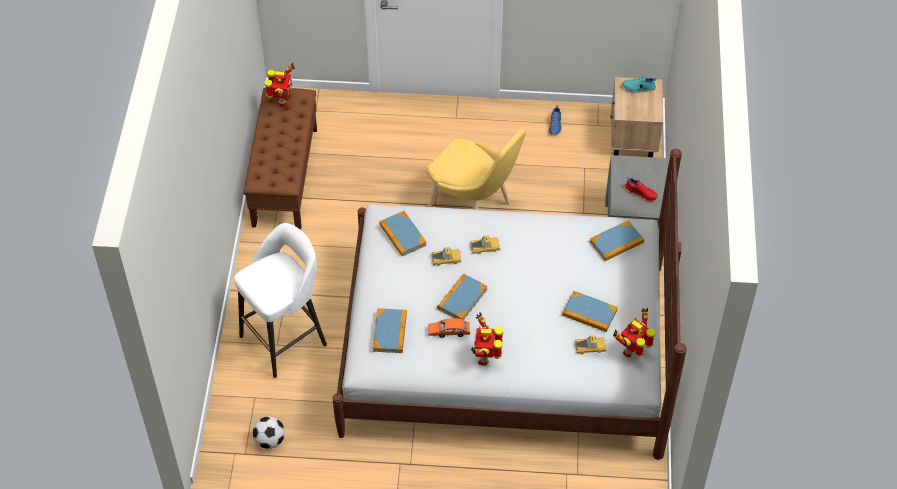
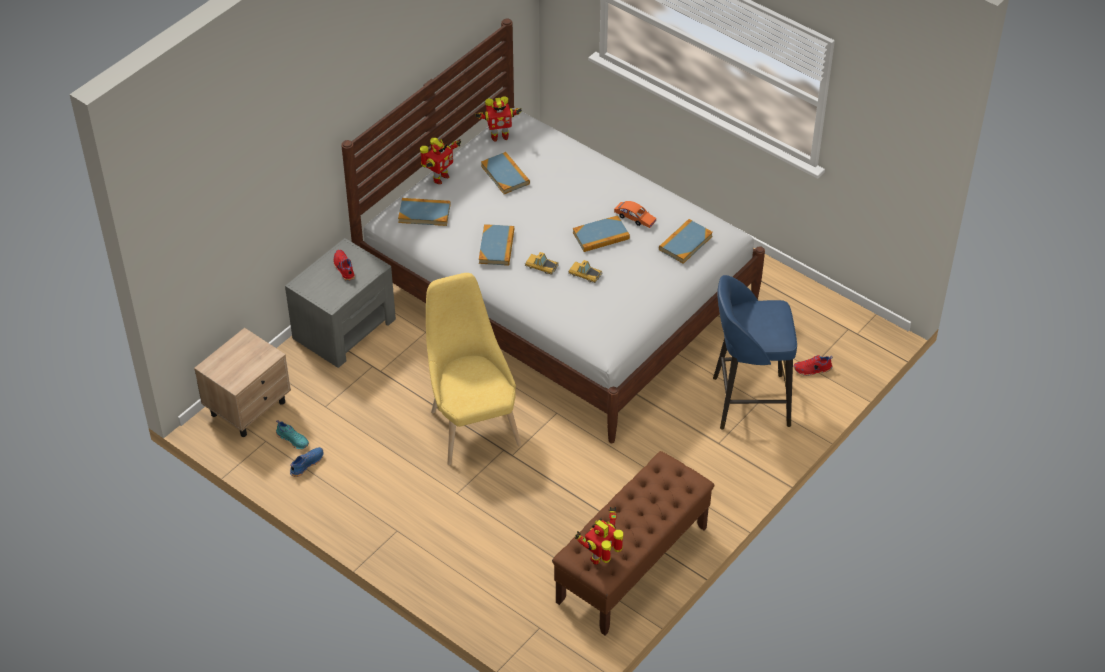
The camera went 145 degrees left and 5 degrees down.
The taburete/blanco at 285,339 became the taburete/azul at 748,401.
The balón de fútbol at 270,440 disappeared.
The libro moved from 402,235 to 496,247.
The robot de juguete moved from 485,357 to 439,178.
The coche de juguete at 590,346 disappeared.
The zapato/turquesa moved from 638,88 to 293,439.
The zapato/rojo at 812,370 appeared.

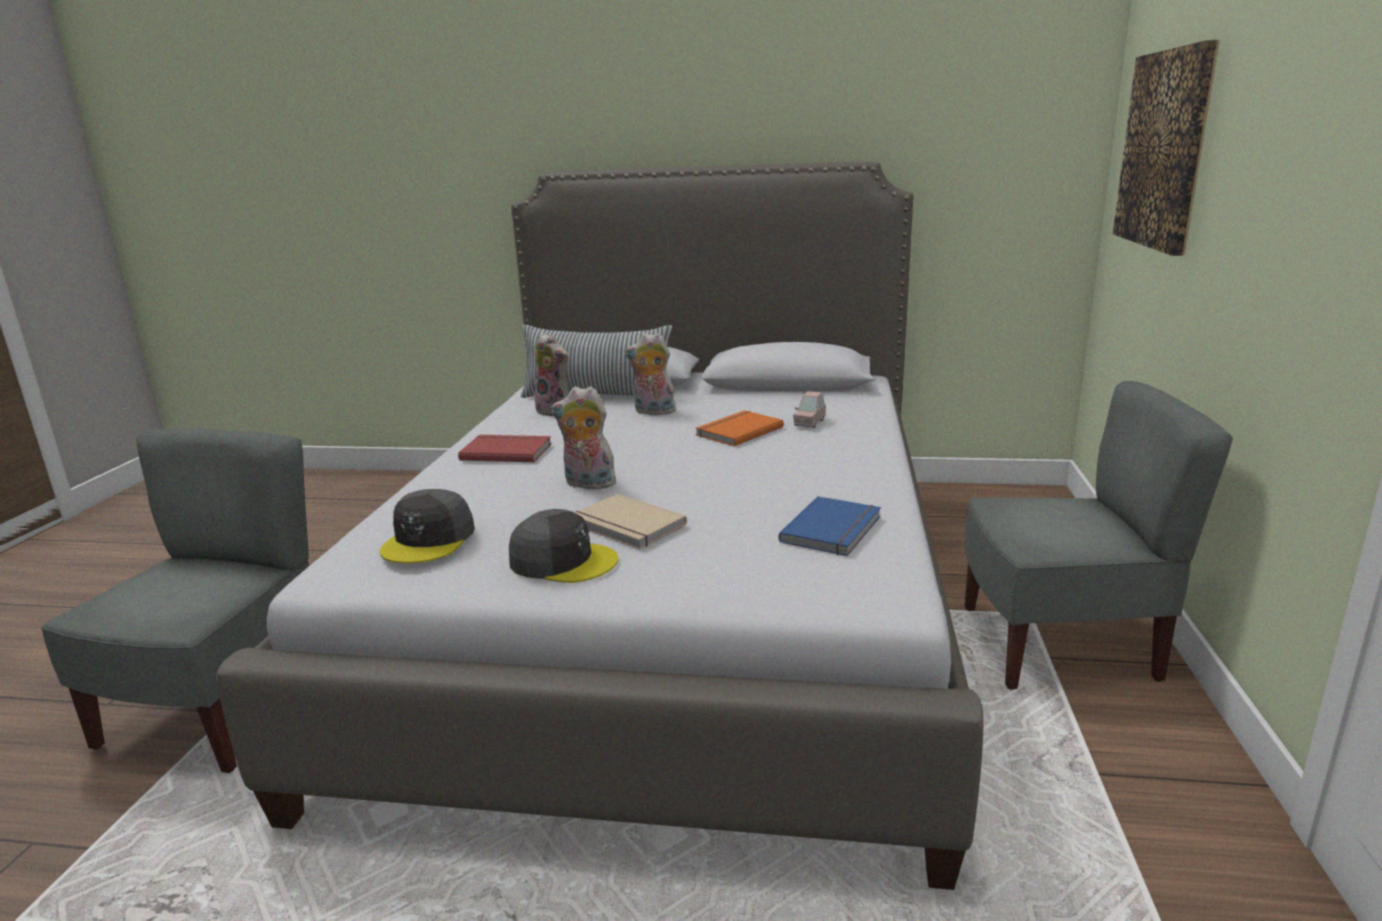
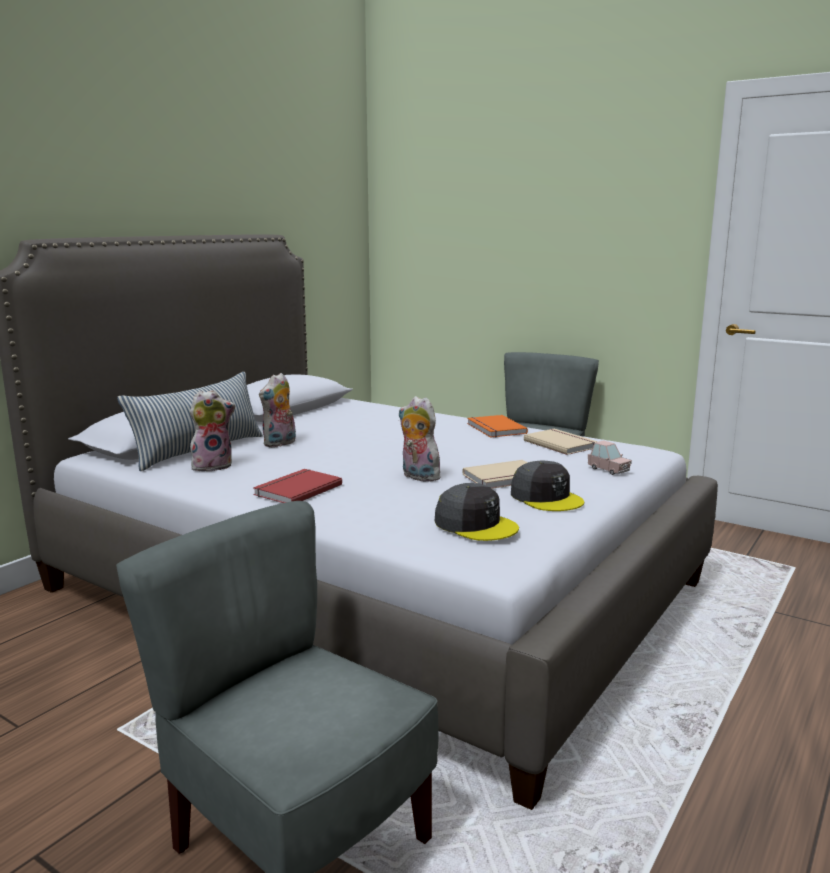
The camera went 65 degrees left and 5 degrees down.
The gorra/gris at 563,561 turned 105 degrees clockwise.
The peluche at 587,484 turned 90 degrees clockwise.
The libro/naranja moved from 737,431 to 494,429.
The libro/azul at 834,529 became the libro/beis at 561,444.
The coche de juguete/rosa moved from 809,423 to 608,470.
The cuadro at 1164,150 disappeared.

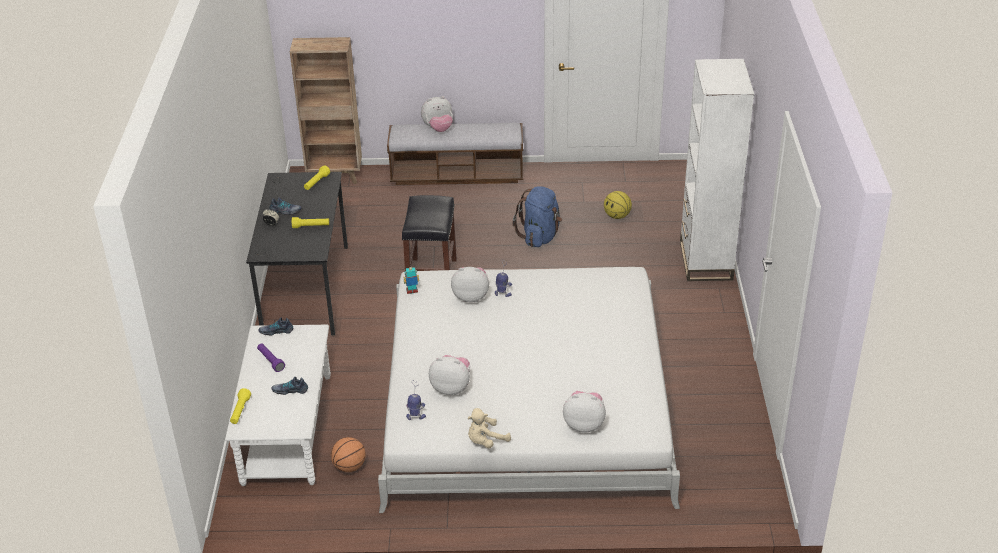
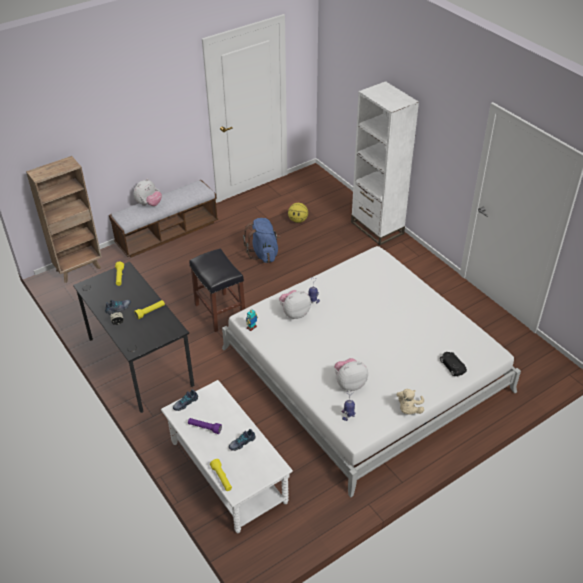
The camera went 35 degrees left and 5 degrees up.
The balón de baloncesto at 349,466 disappeared.
The peluche at 584,424 was replaced by the coche de juguete/negro at 452,366.

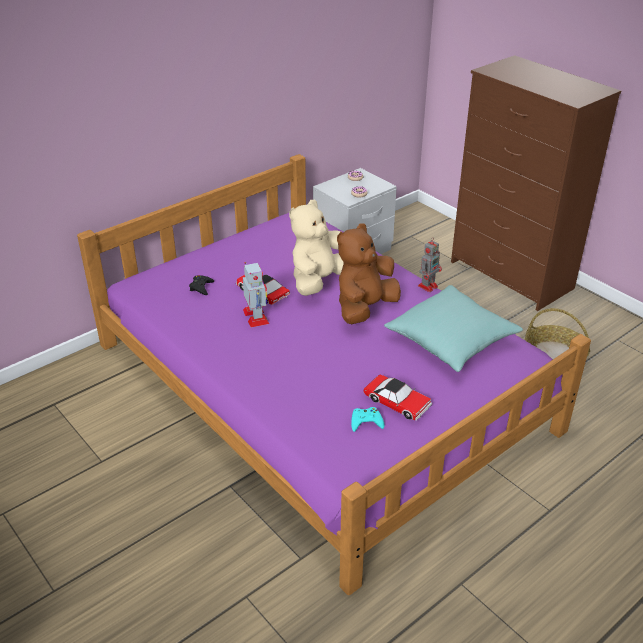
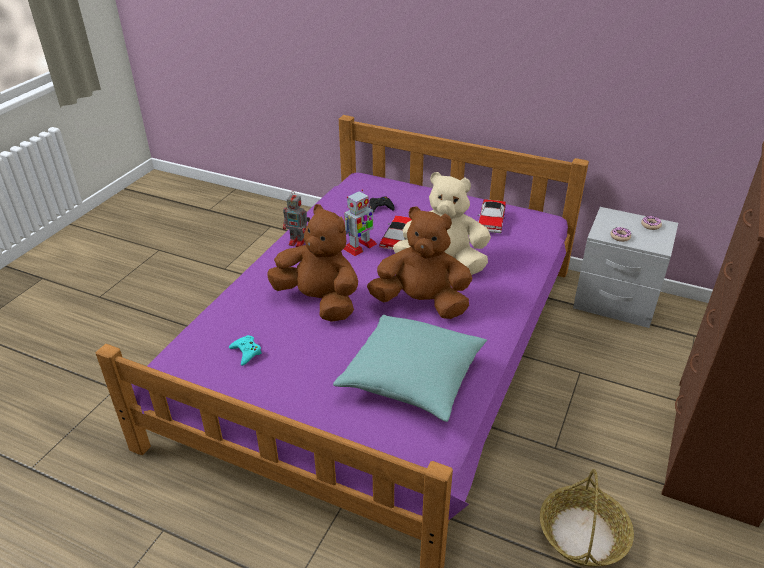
The camera went 65 degrees right and 0 degrees up.
The coche de juguete moved from 397,402 to 491,221.
The robot de juguete moved from 428,286 to 298,242.
The peluche/marrón at 319,301 appeared.

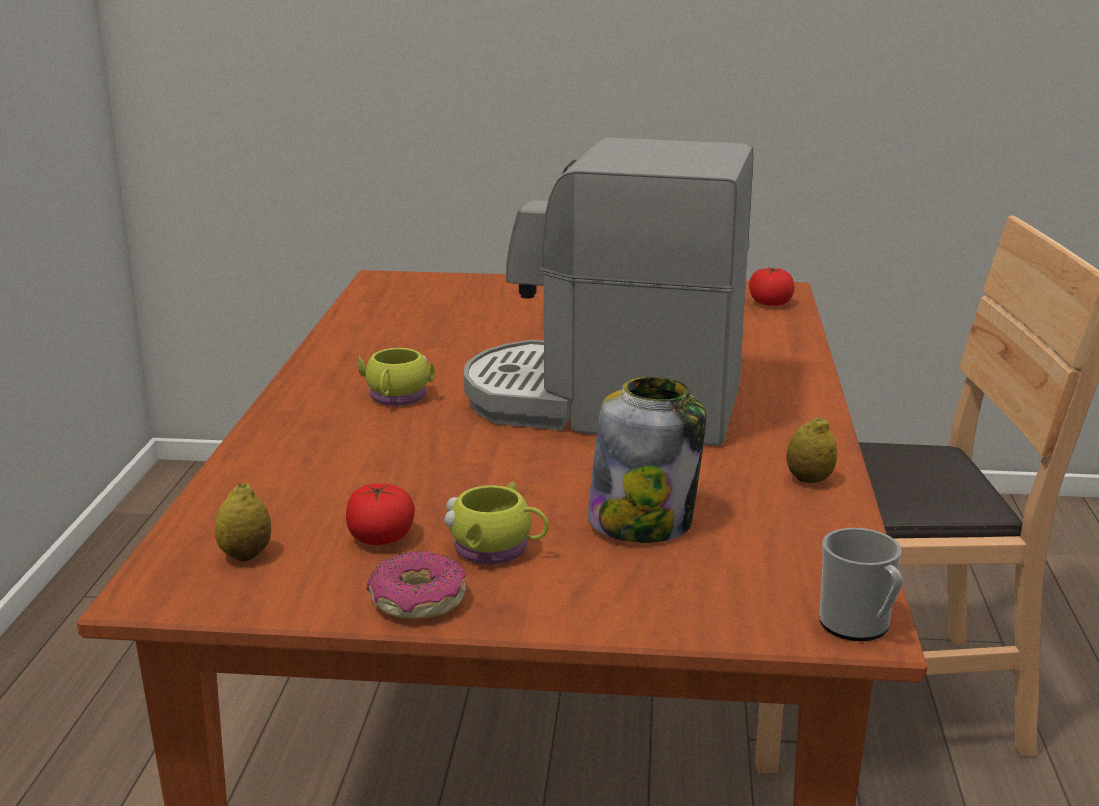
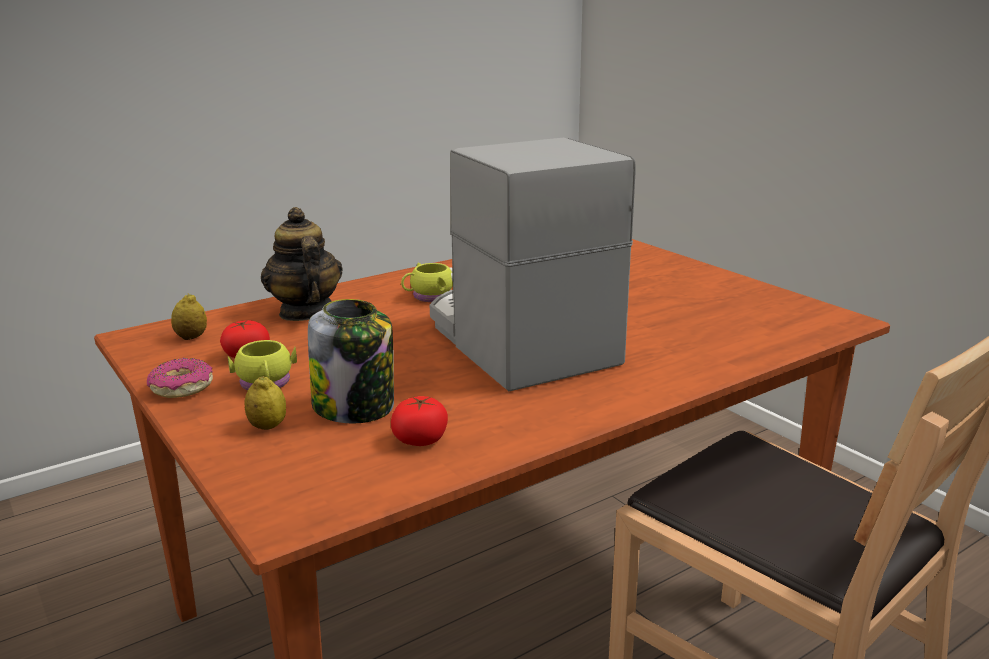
The camera went 50 degrees right and 0 degrees up.
The tomate moved from 770,303 to 420,439.
The limón moved from 809,480 to 268,426.
The taza grande at 859,627 disappeared.
The tetera at 305,312 appeared.

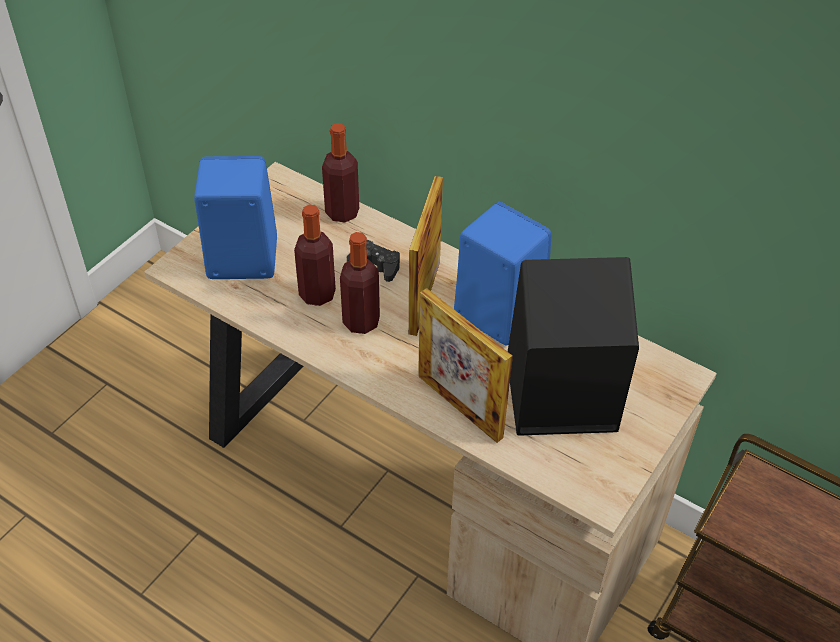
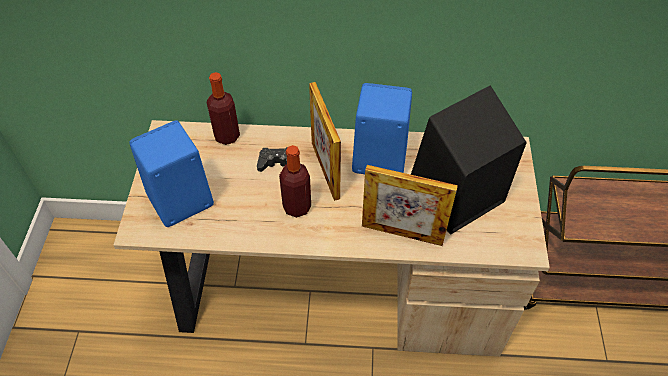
The camera went 30 degrees left and 5 degrees up.
The botella at 317,294 disappeared.

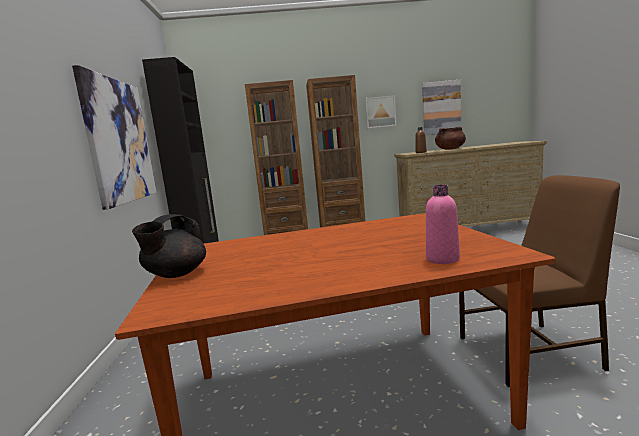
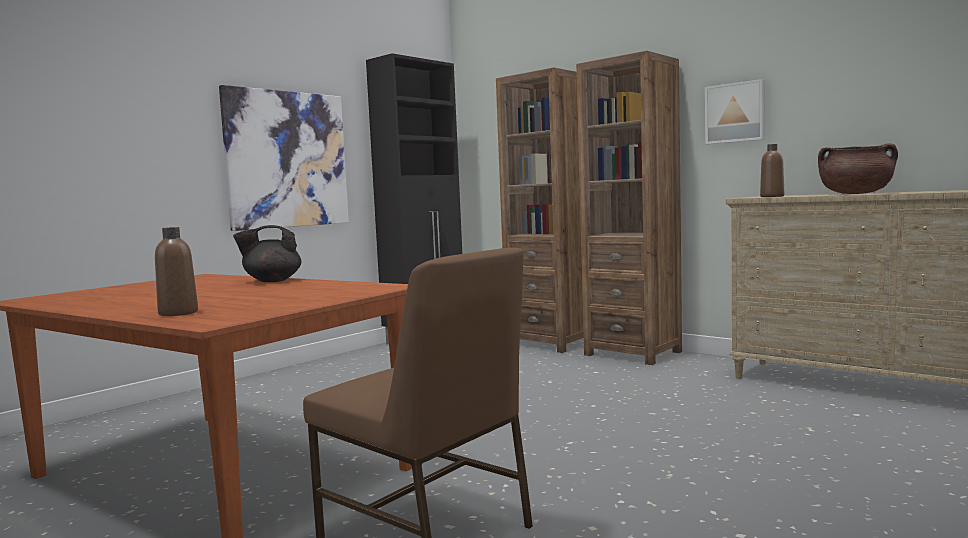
The camera went 45 degrees right and 5 degrees down.
The tetera/negro moved from 175,274 to 271,281.
The cuadro at 441,108 disappeared.
The botella/rosa at 442,259 became the botella/marrón at 178,313.

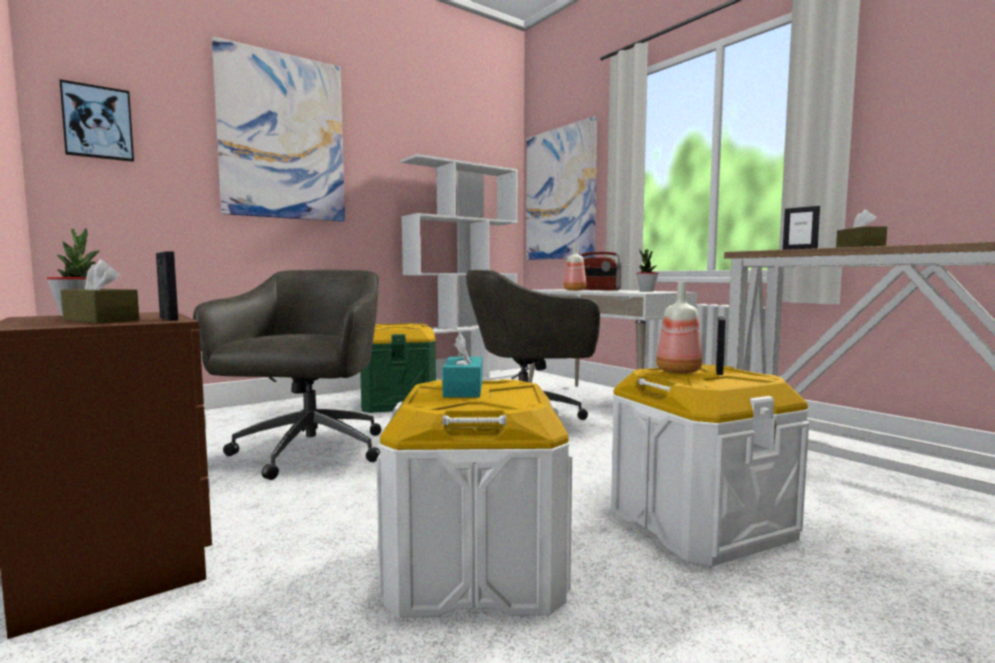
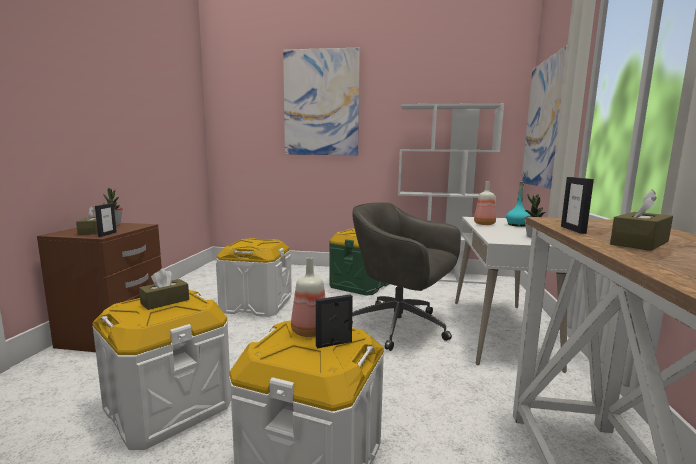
The camera went 45 degrees right and 5 degrees up.
The cuadro at 98,122 disappeared.
The silla de oficina/gris at 308,452 was replaced by the caja de almacenaje/blanco at 256,304.
The caja de pañuelos/turquesa at 463,390 became the caja de pañuelos/marrón at 165,302.
The radio at 597,289 was replaced by the botella/turquesa at 517,225.

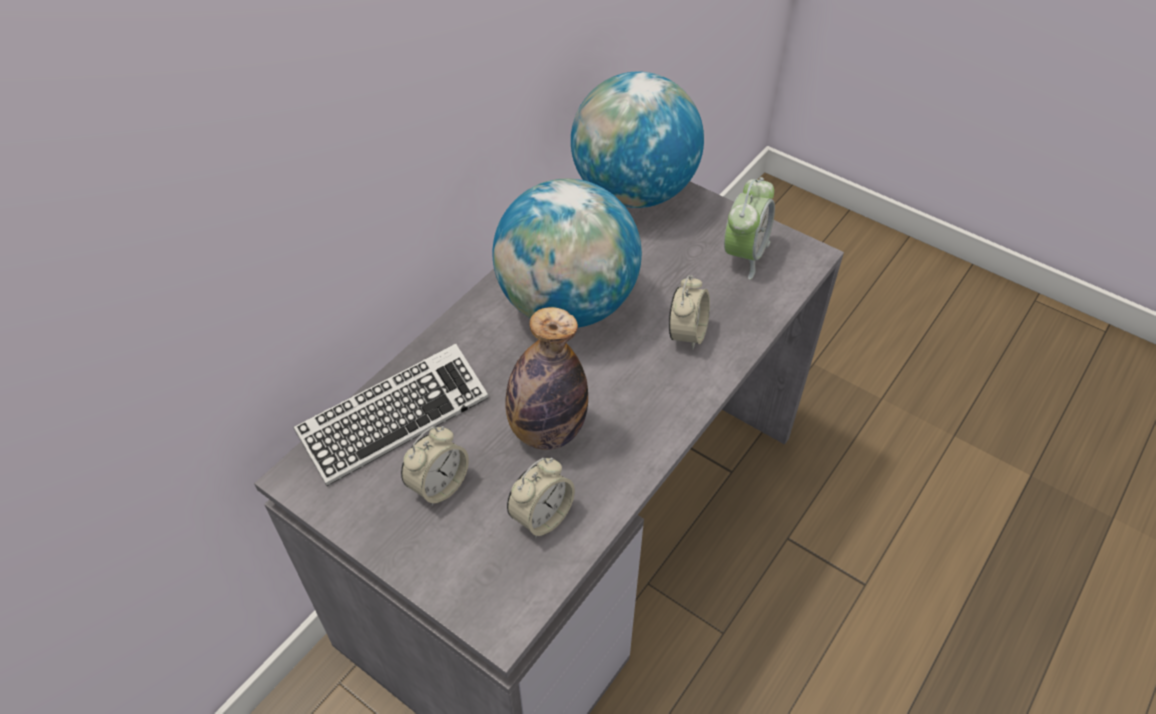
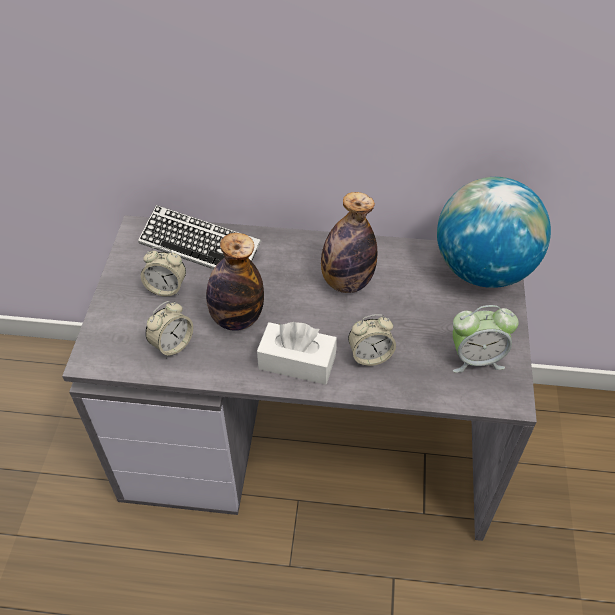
The camera went 60 degrees right and 0 degrees up.
The globo terráqueo at 567,304 was replaced by the botella at 346,282.
The despertador at 541,516 turned 60 degrees counterclockwise.
The caja de pañuelos/blanco at 297,362 appeared.

